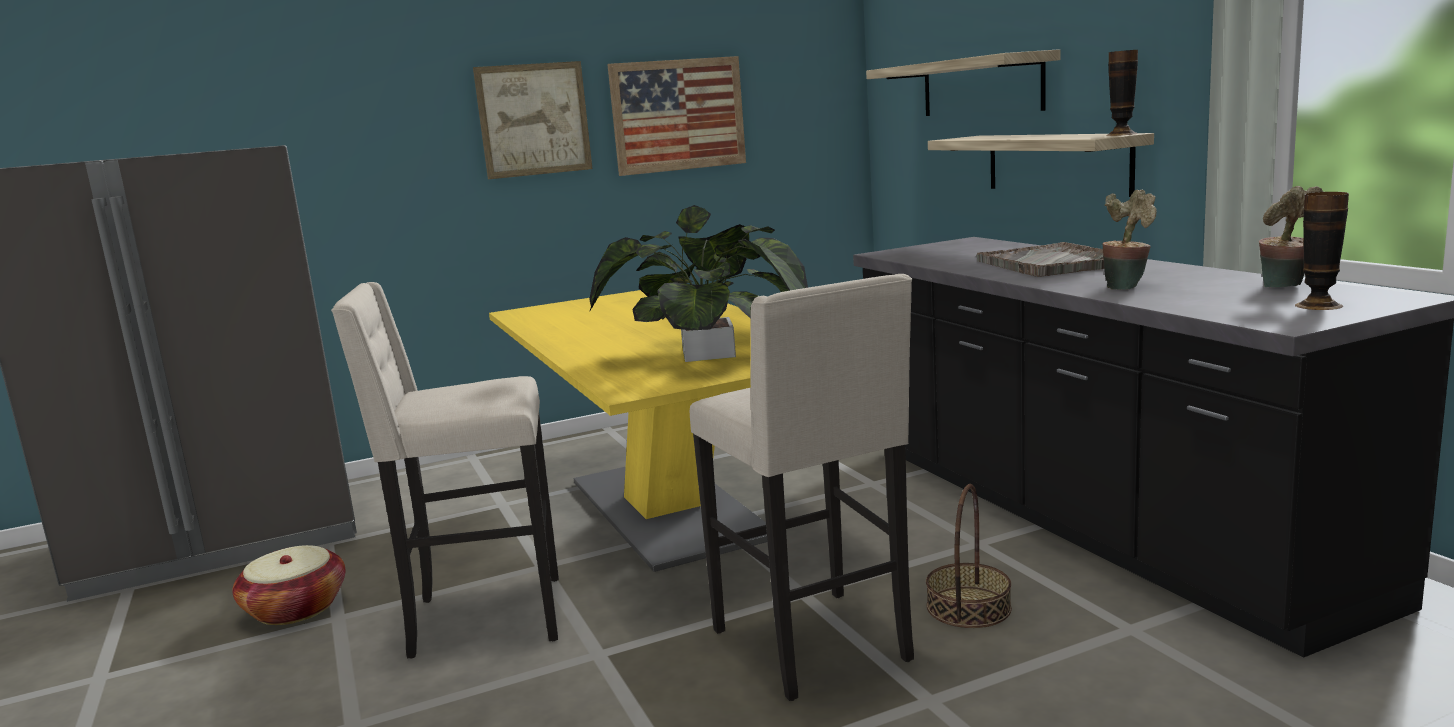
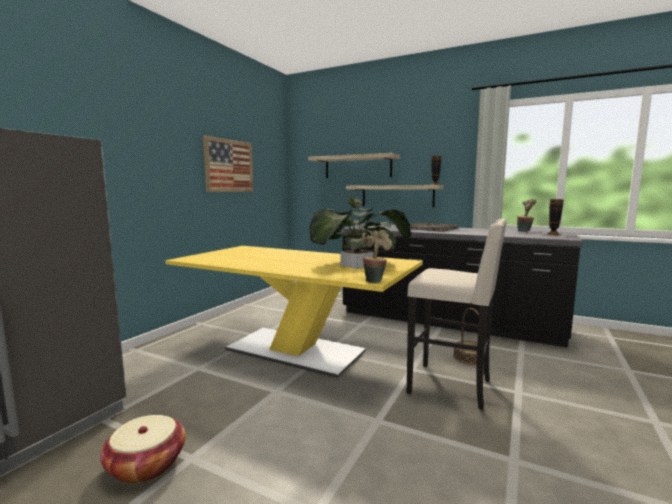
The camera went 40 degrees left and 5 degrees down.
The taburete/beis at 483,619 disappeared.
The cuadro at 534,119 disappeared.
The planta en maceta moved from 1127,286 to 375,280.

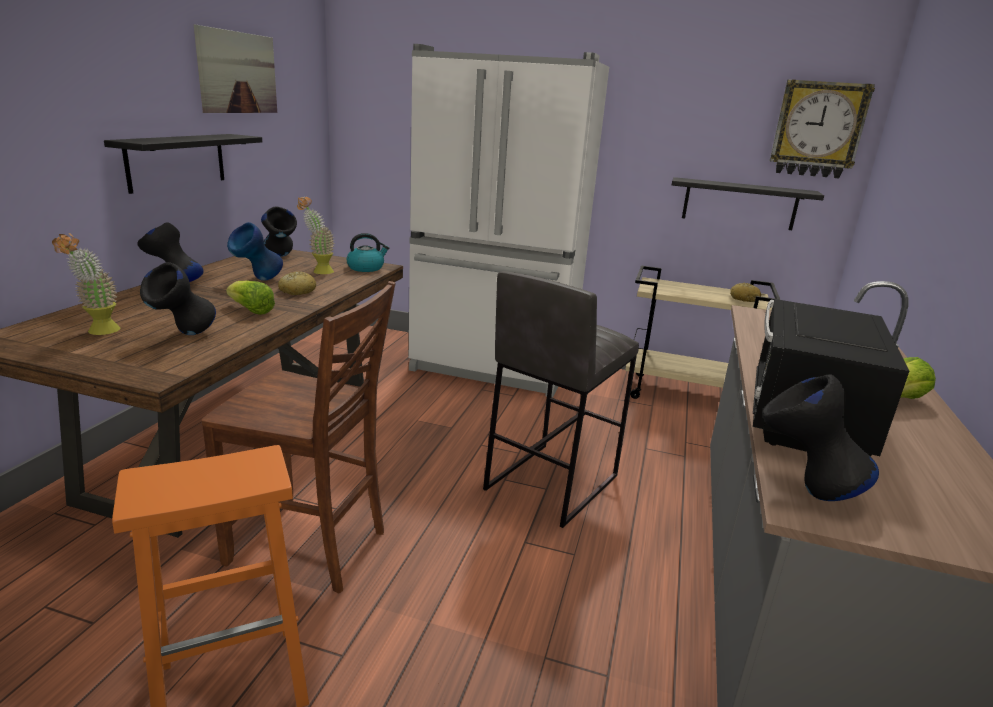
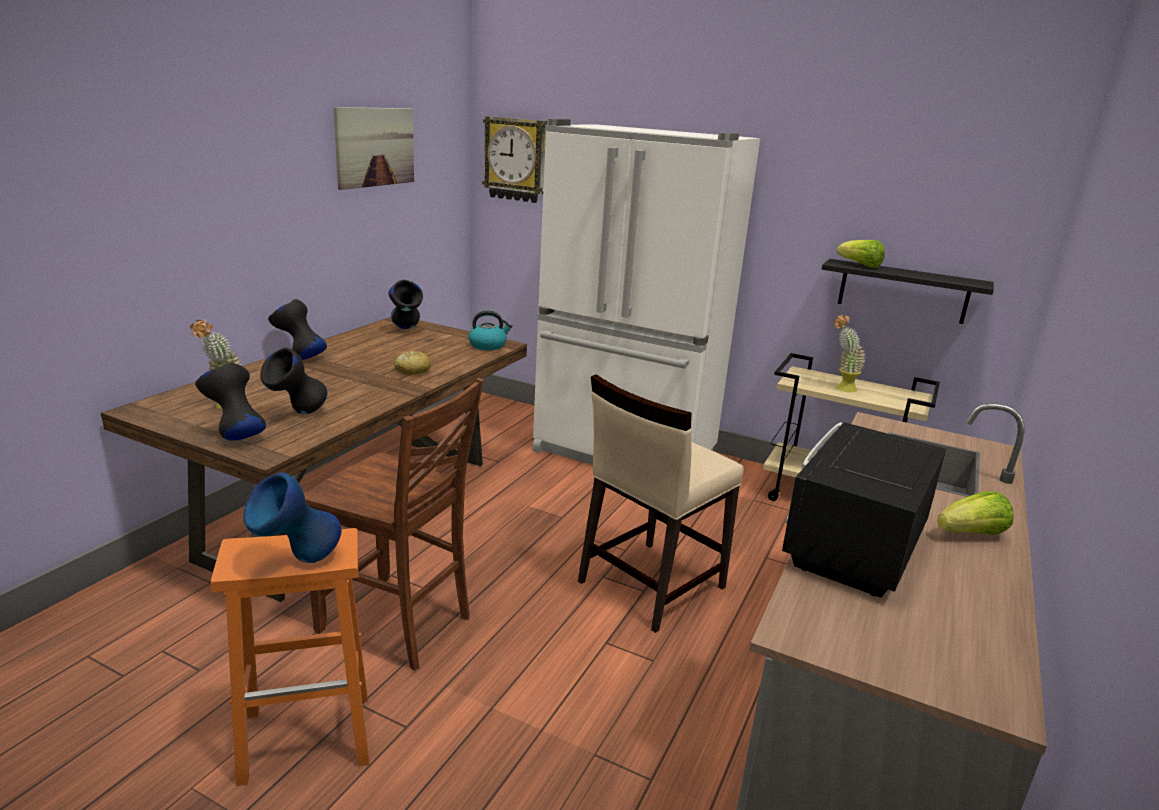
The camera went 10 degrees right and 0 degrees up.
The estante/negro at 177,161 disappeared.
The lechuga moved from 251,310 to 860,265.
The florero/azul moved from 258,281 to 297,563.
The planta en maceta moved from 318,271 to 840,388.
The taburete/gris at 550,482 was replaced by the silla/beis at 649,584.
The pan at 744,299 disappeared.
The florero/negro moved from 804,489 to 235,436.
The reloj de pared moved from 817,129 to 516,159.

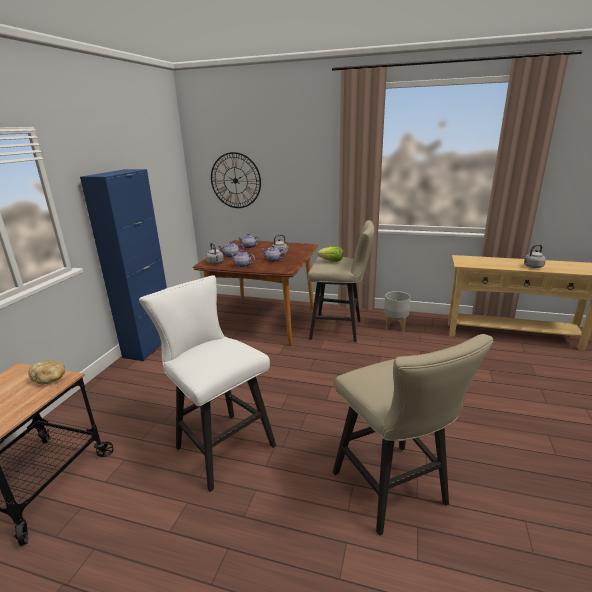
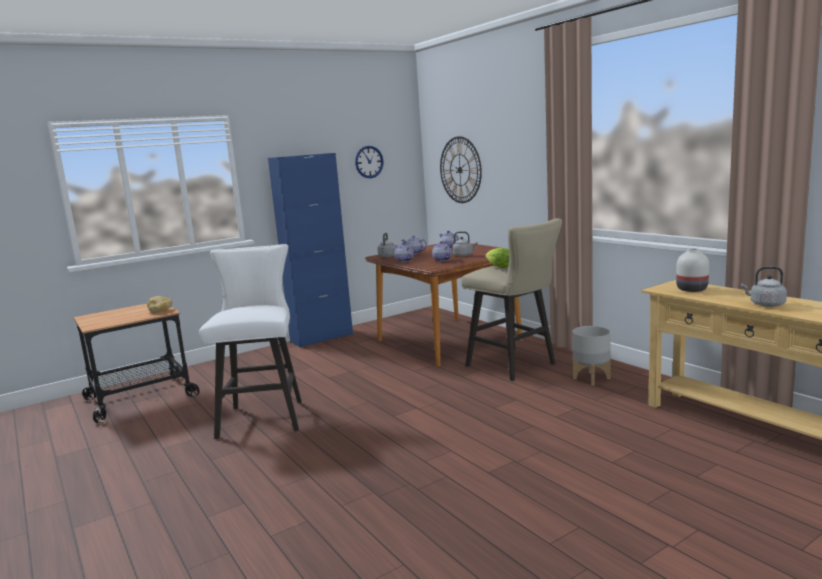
The camera went 40 degrees right and 10 degrees down.
The taburete/beis at 394,493 disappeared.
The reloj de pared at 369,162 appeared.
The florero/blanco at 691,289 appeared.

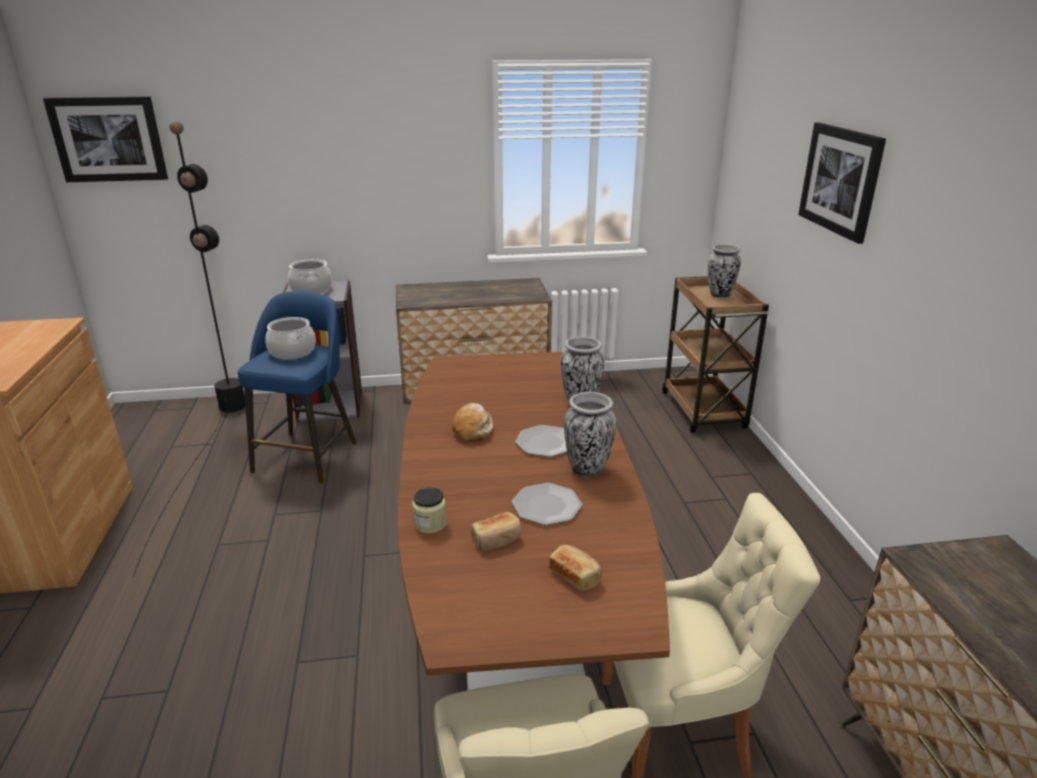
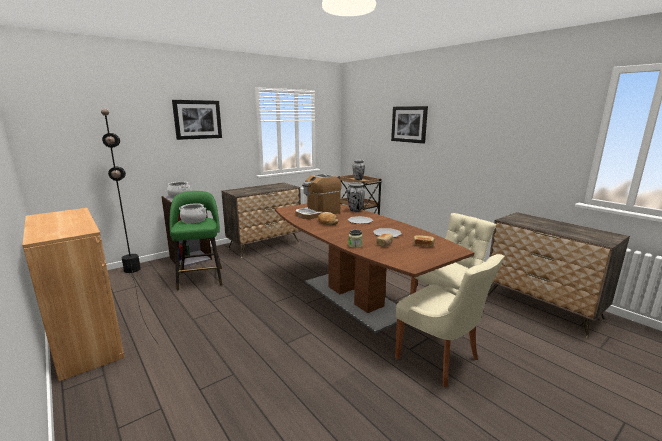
The camera went 30 degrees left and 10 degrees down.
The cuadro moved from 108,139 to 197,119.
The taburete/azul at 307,455 became the taburete/verde at 201,278.
The florero at 587,469 disappeared.
The cafetera at 318,213 appeared.

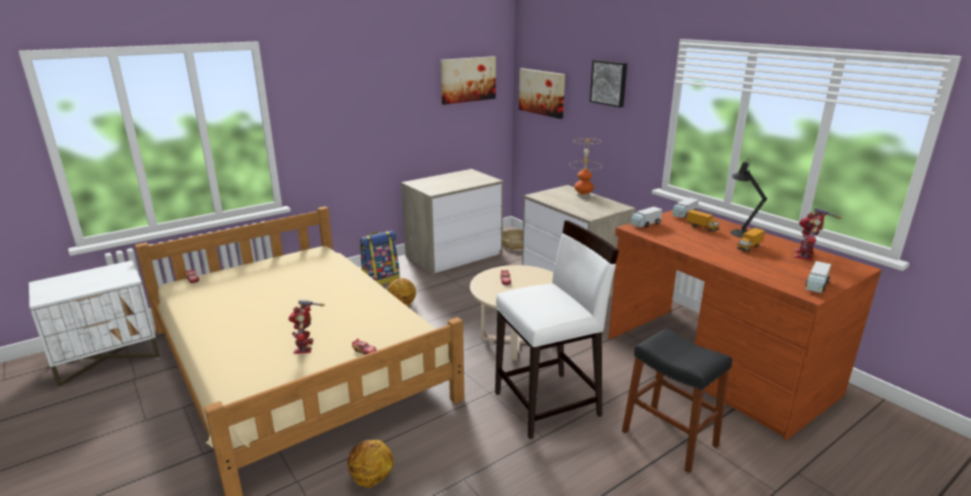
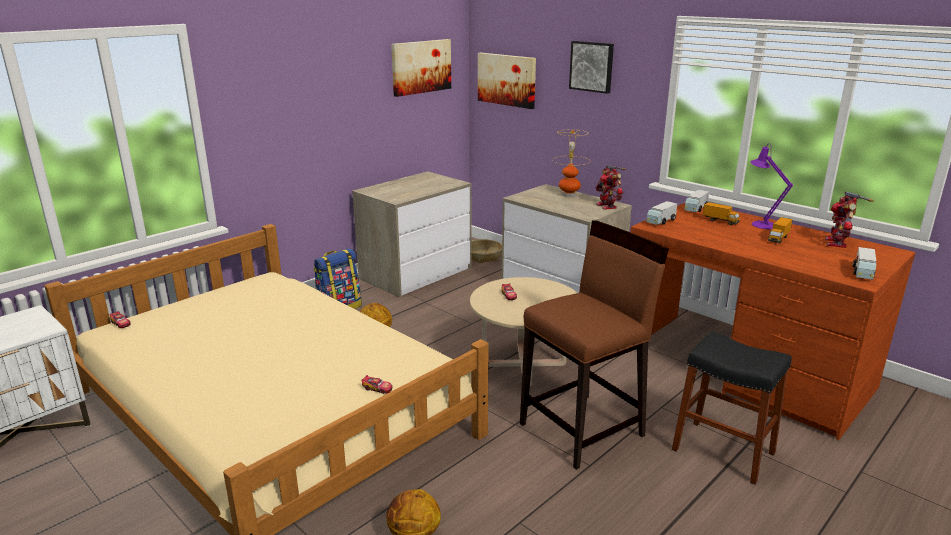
The camera went 10 degrees left and 0 degrees up.
The robot de juguete moved from 306,347 to 607,206.
The taburete/blanco at 548,404 became the taburete/marrón at 583,429.
The lámpara de mesa/negro at 739,232 became the lámpara de mesa/morado at 761,224.

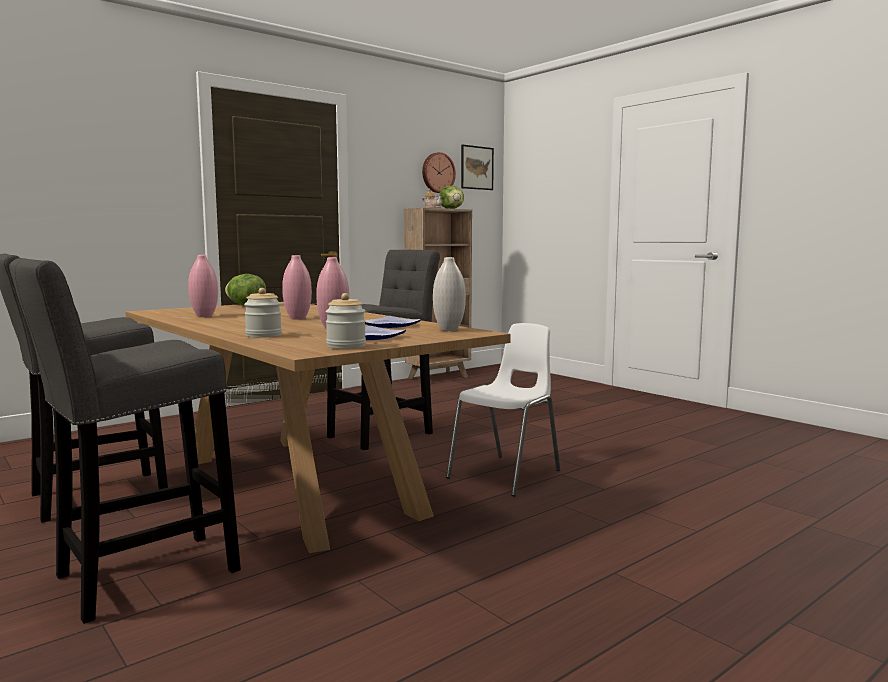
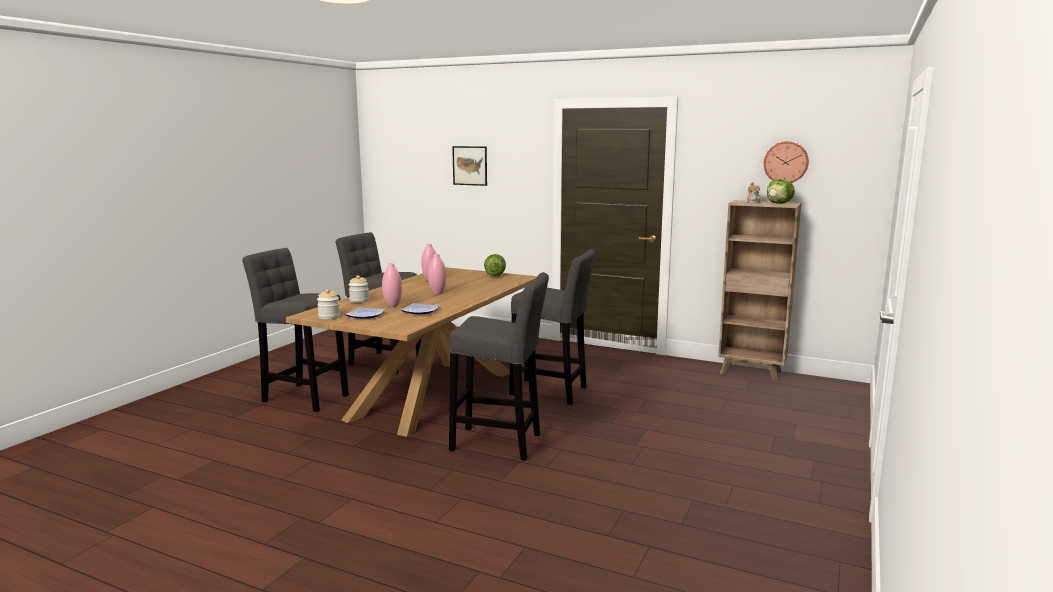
The camera went 65 degrees right and 5 degrees up.
The florero/blanco at 449,330 disappeared.
The silla/blanco at 506,474 was replaced by the taburete/gris at 500,443.
The cuadro moved from 476,168 to 470,165.

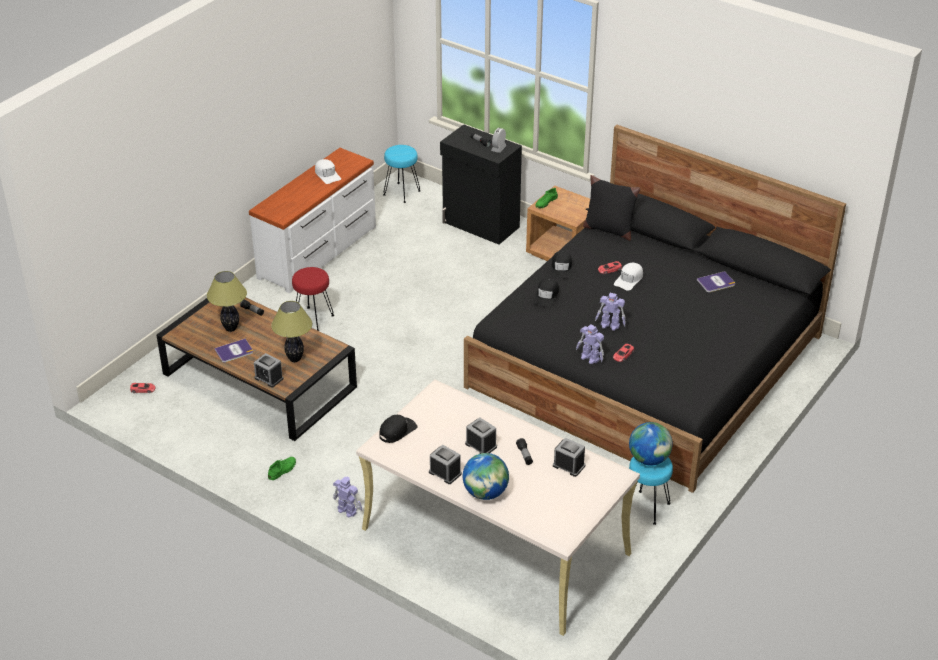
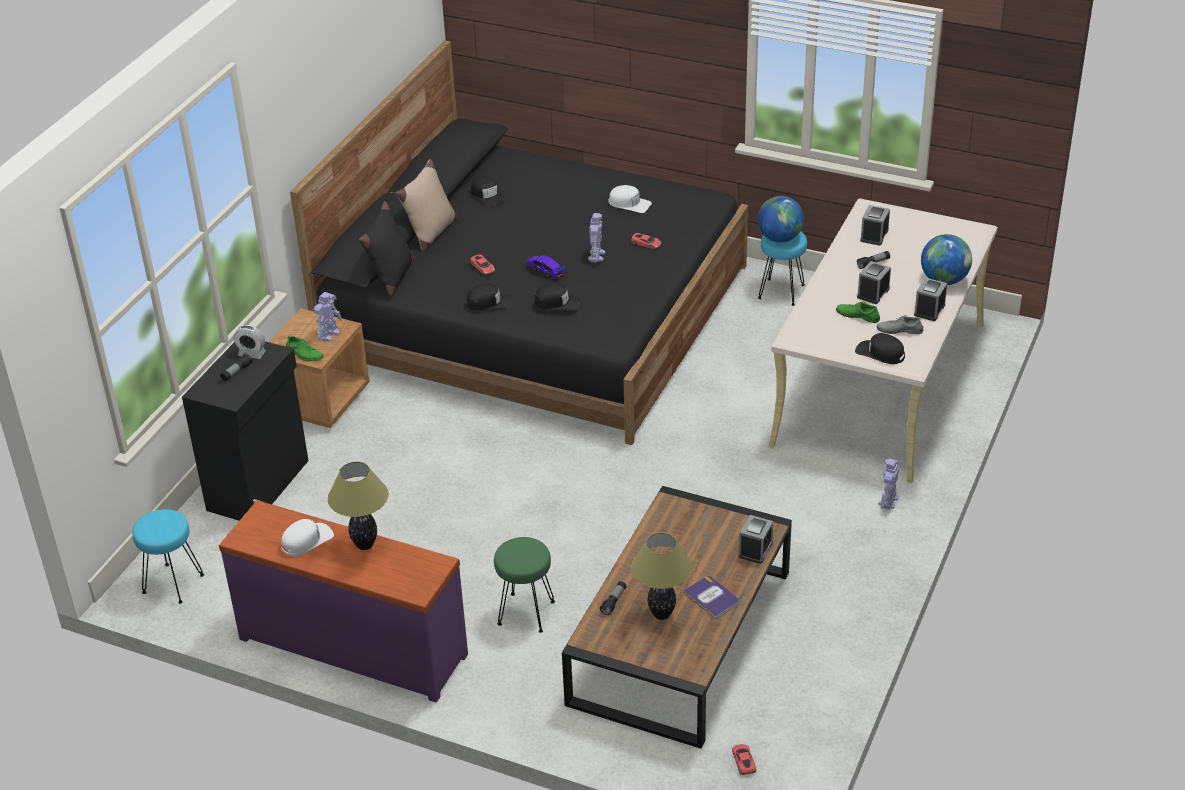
The camera went 100 degrees left and 0 degrees up.
The cómoda/blanco at 319,252 became the cómoda/morado at 354,644.
The zapato/verde moved from 282,470 to 857,315.
The lámpara de mesa moved from 294,359 to 365,545.
The taburete/rojo at 313,319 became the taburete/verde at 525,612.
The robot de juguete moved from 590,358 to 329,334.
The gorra/blanco moved from 629,279 to 629,204.
The libro at 716,282 was replaced by the gorra/negro at 487,195.
The cojín/beis at 430,234 appeared.
The coche de juguete at 545,270 appeared.
The zapato/gris at 899,330 appeared.

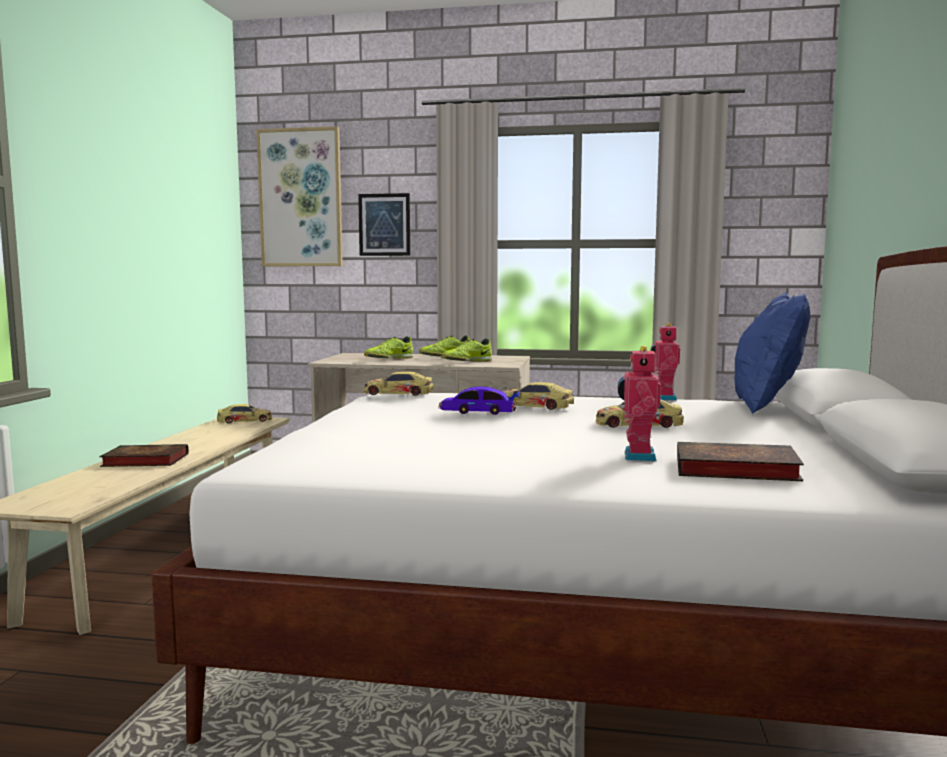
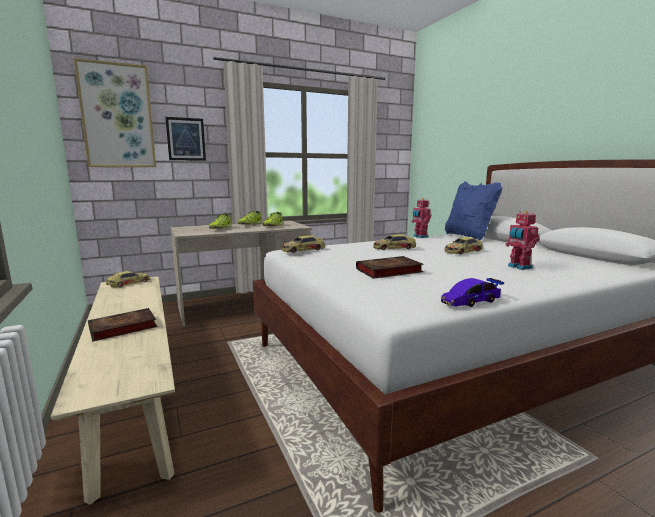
The camera went 35 degrees left and 5 degrees up.
The coche de juguete moved from 478,412 to 471,301.
The libro moved from 732,469 to 387,271.

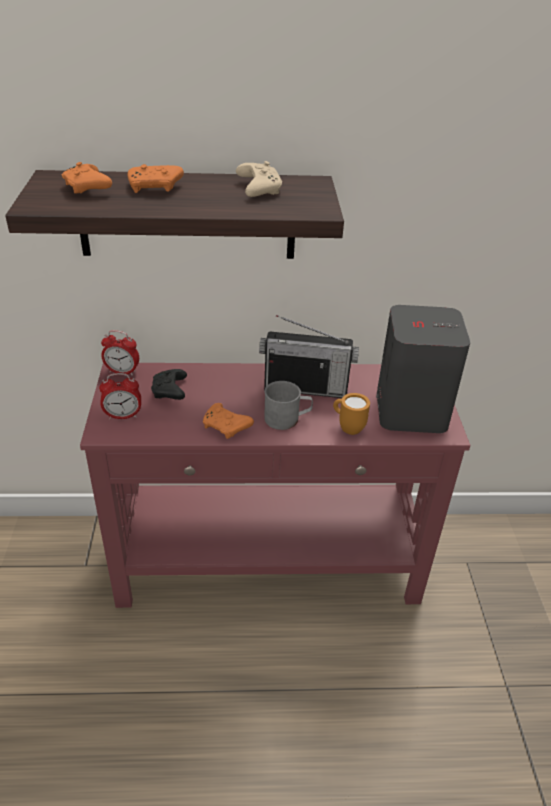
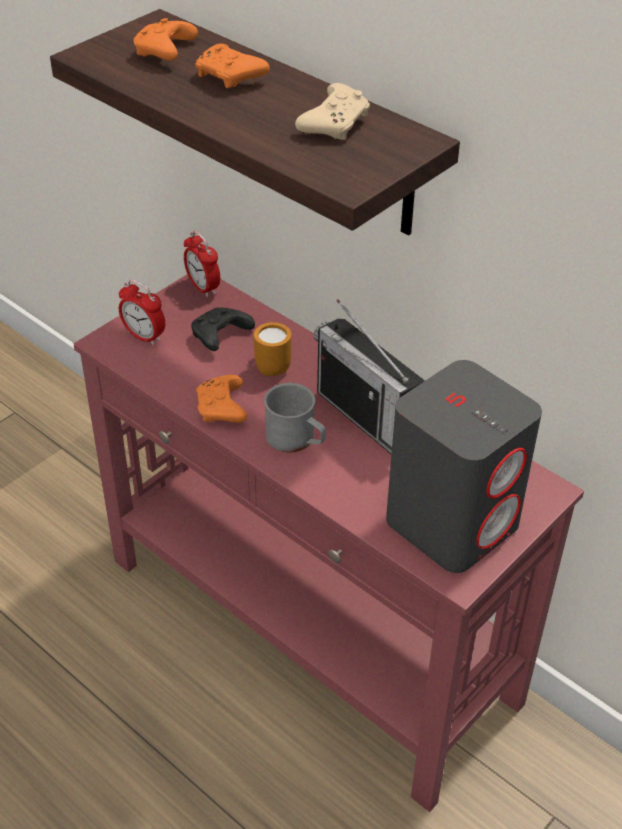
The camera went 45 degrees right and 5 degrees up.
The taza grande/naranja moved from 348,427 to 271,366.

